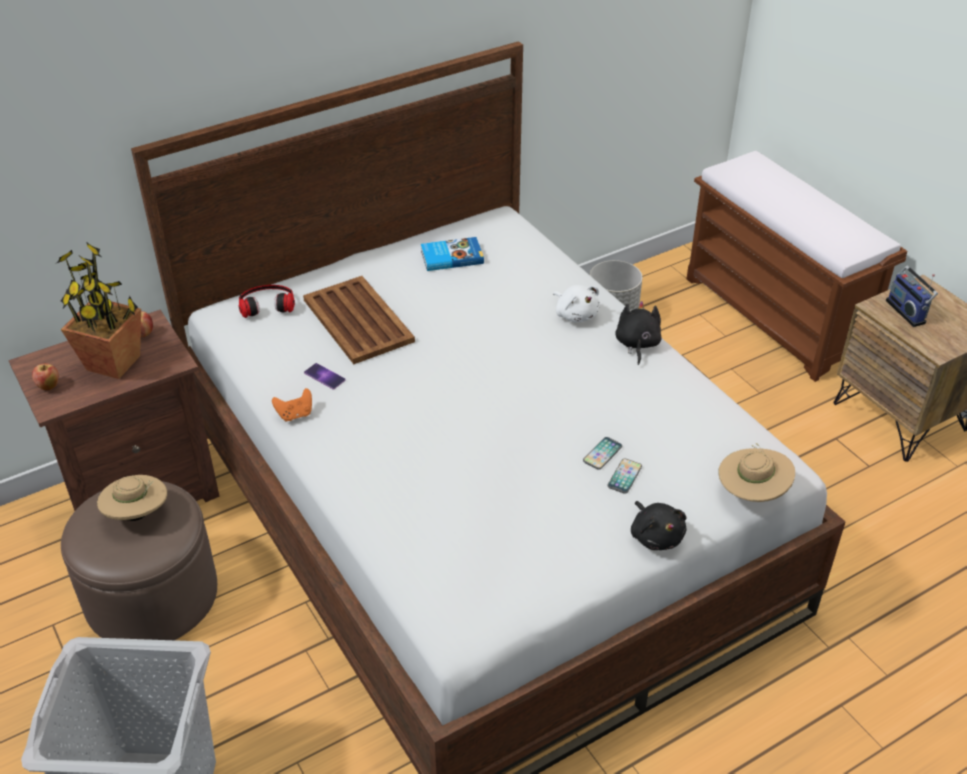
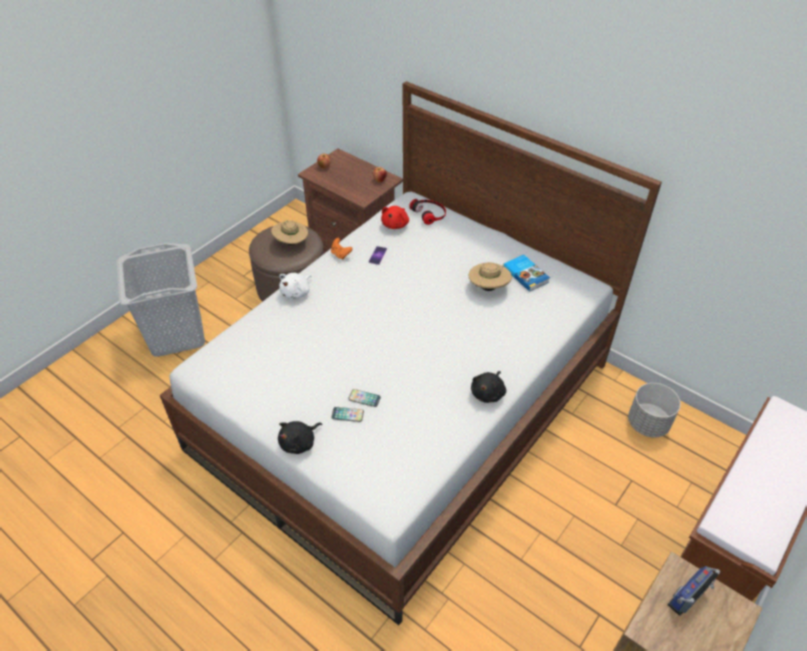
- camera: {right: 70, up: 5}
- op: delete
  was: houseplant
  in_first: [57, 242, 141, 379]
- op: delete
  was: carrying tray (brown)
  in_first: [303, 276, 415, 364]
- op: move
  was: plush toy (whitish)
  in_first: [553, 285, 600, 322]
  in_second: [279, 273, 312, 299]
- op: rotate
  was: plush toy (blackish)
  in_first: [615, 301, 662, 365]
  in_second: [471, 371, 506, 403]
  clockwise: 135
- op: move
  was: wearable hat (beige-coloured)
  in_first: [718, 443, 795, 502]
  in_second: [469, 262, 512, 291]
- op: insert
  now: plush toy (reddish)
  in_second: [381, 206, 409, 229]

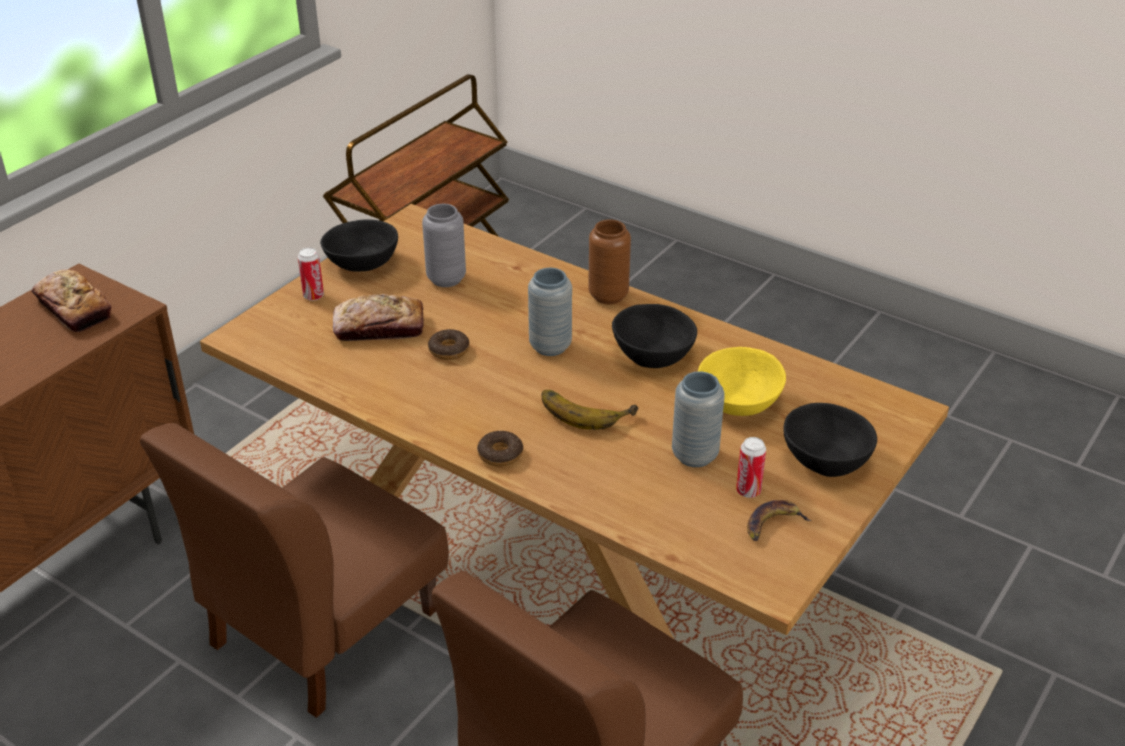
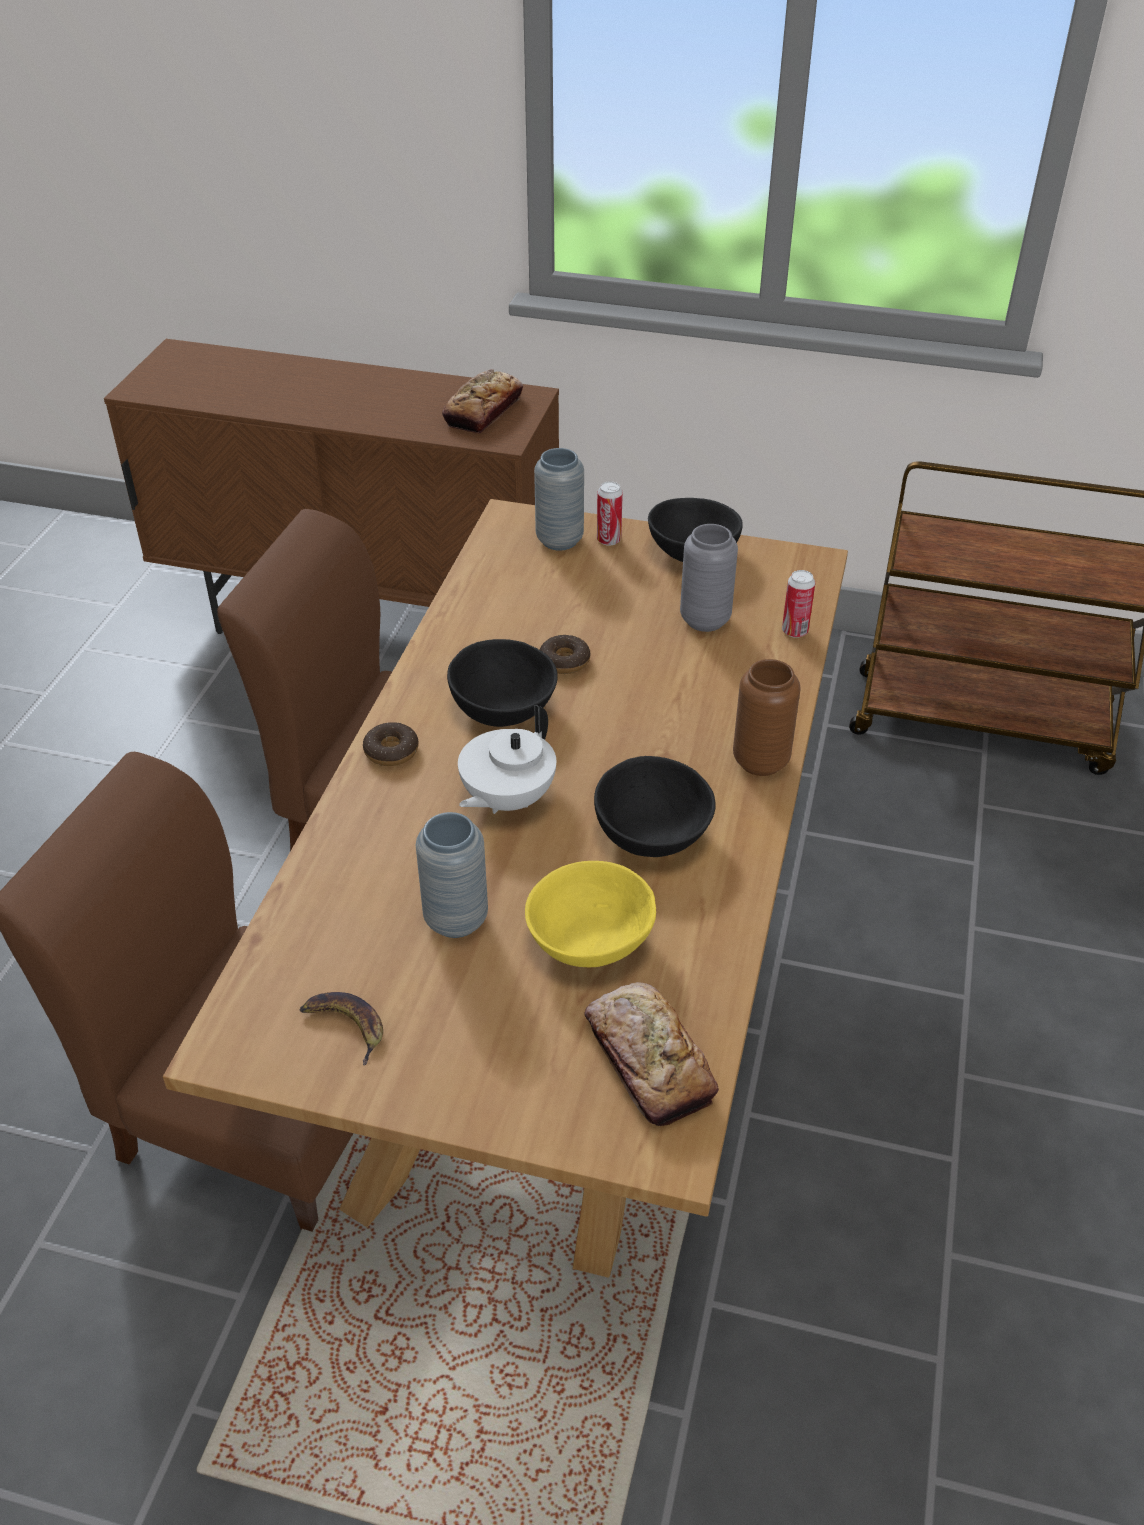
- camera: {right: 70, up: 5}
- op: move
  was: bakery bread
  in_first: [333, 294, 424, 341]
  in_second: [584, 982, 719, 1126]
- op: move
  was: decorative vase (greyish)
  in_first: [528, 268, 572, 356]
  in_second: [534, 448, 584, 551]
- op: replace
  was: whole banana
  now: tea pot (whitish)
  in_first: [542, 390, 638, 430]
  in_second: [458, 705, 556, 814]
- op: move
  was: can
  in_first: [736, 437, 766, 498]
  in_second: [782, 570, 815, 638]
- op: move
  was: deep dish (blackish)
  in_first: [783, 403, 877, 477]
  in_second: [447, 639, 558, 727]

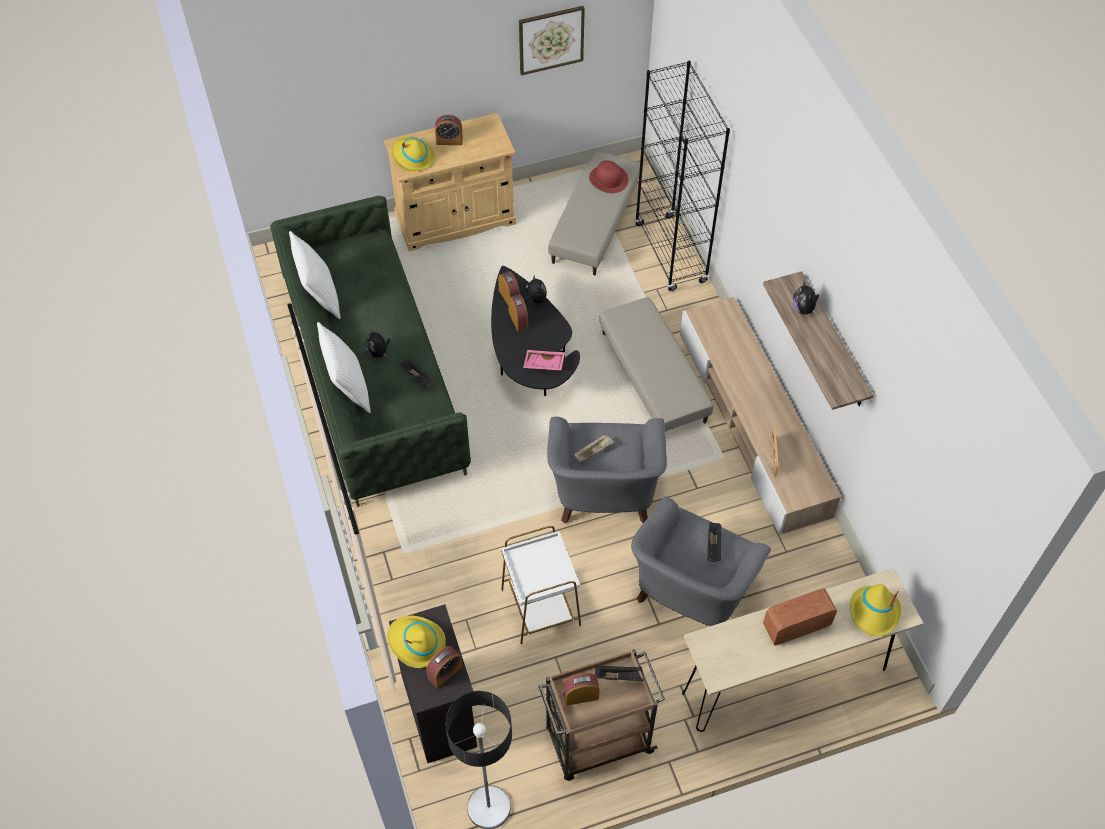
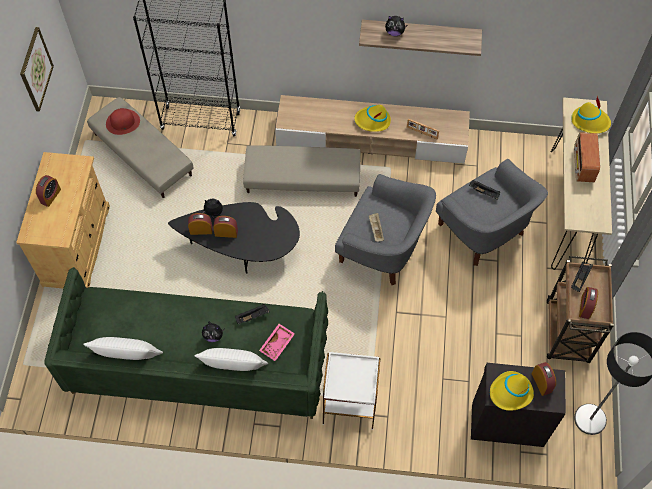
- camera: {right: -65, up: 5}
- op: move
  was: wearable hat (yellowish)
  in_first: [391, 136, 435, 172]
  in_second: [354, 105, 391, 132]
- op: move
  was: end table (whitish)
  in_first: [501, 526, 581, 646]
  in_second: [323, 352, 380, 430]
- op: move
  was: carrying tray (pink)
  in_first: [523, 350, 565, 370]
  in_second: [259, 324, 295, 361]

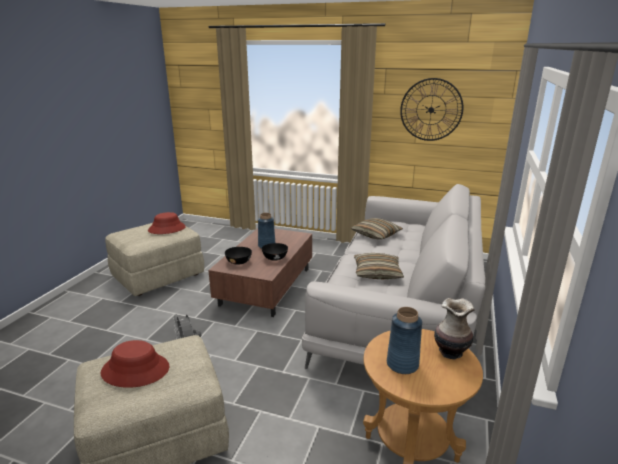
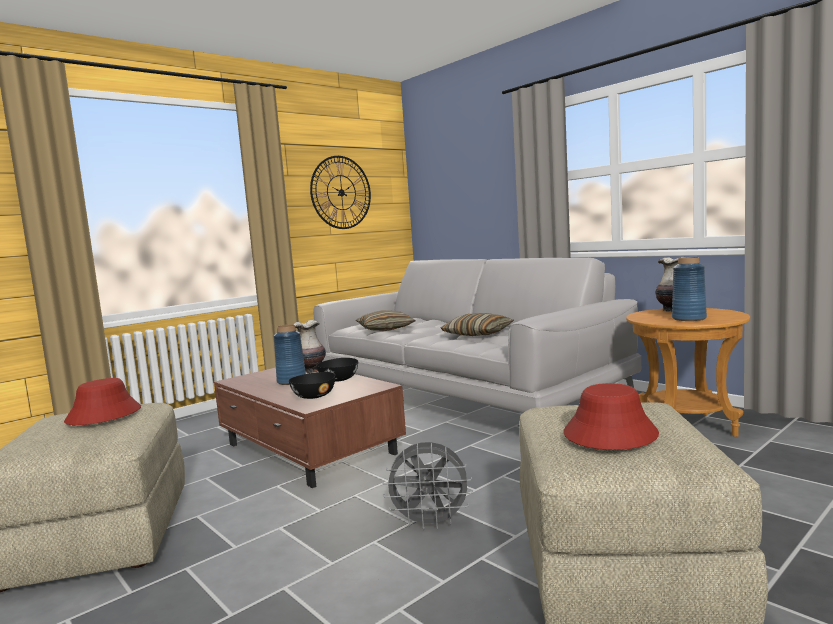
- camera: {right: -60, up: -15}
- op: insert
  now: decorative vase
  in_second: [293, 320, 326, 373]

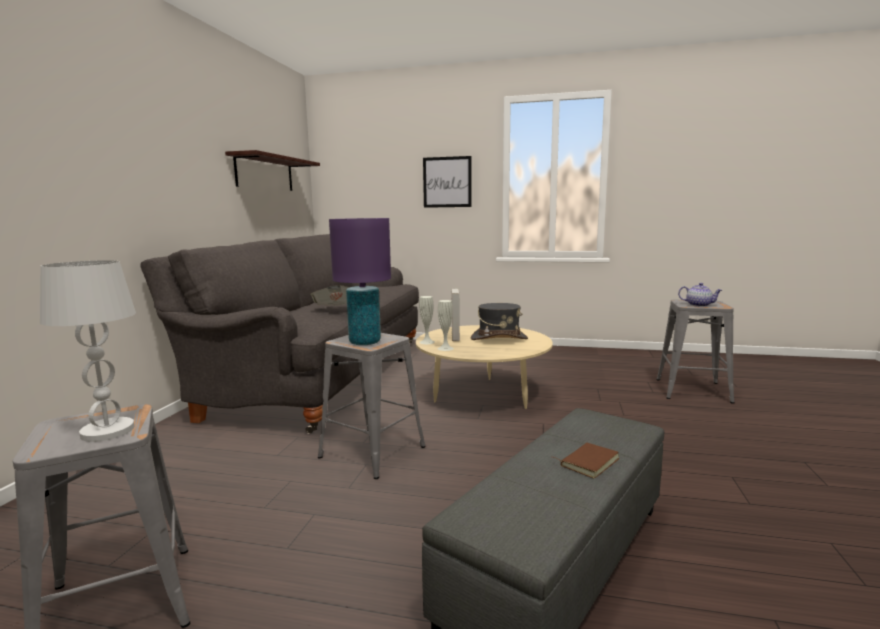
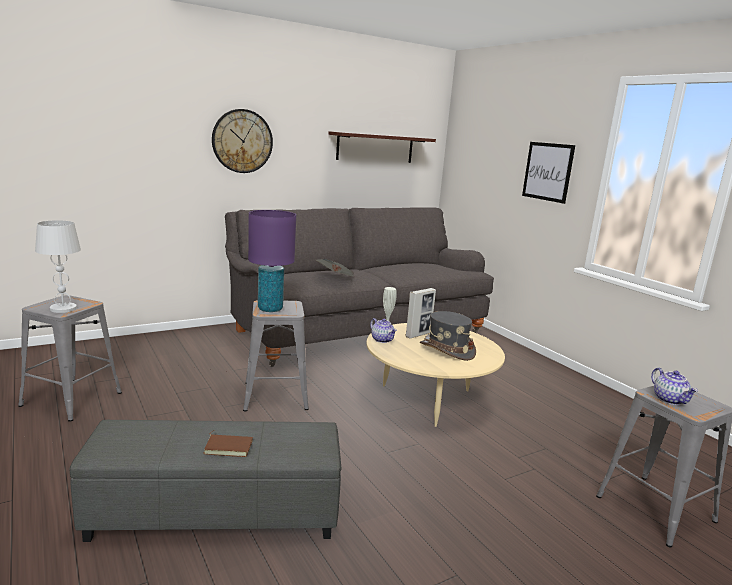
- camera: {right: 45, up: 5}
- op: replace
  was: decorative vase (whitish)
  now: tea pot
  in_first: [438, 300, 454, 351]
  in_second: [370, 318, 397, 343]
- op: insert
  now: clock on the wall
  in_second: [212, 109, 273, 173]

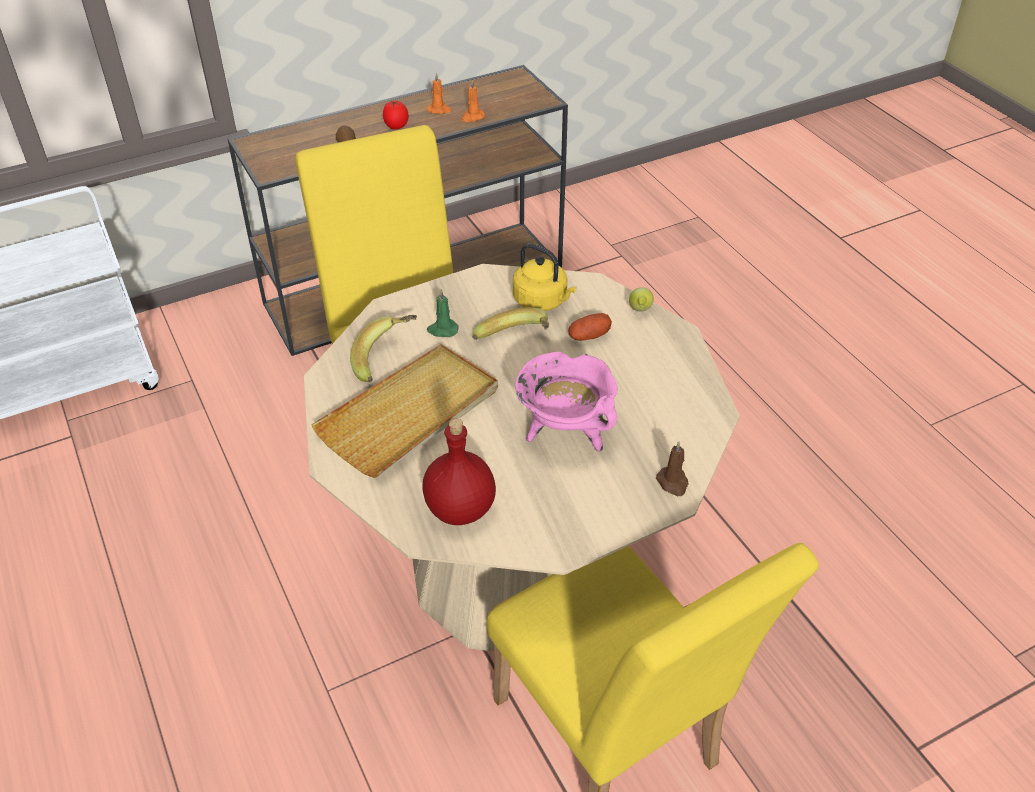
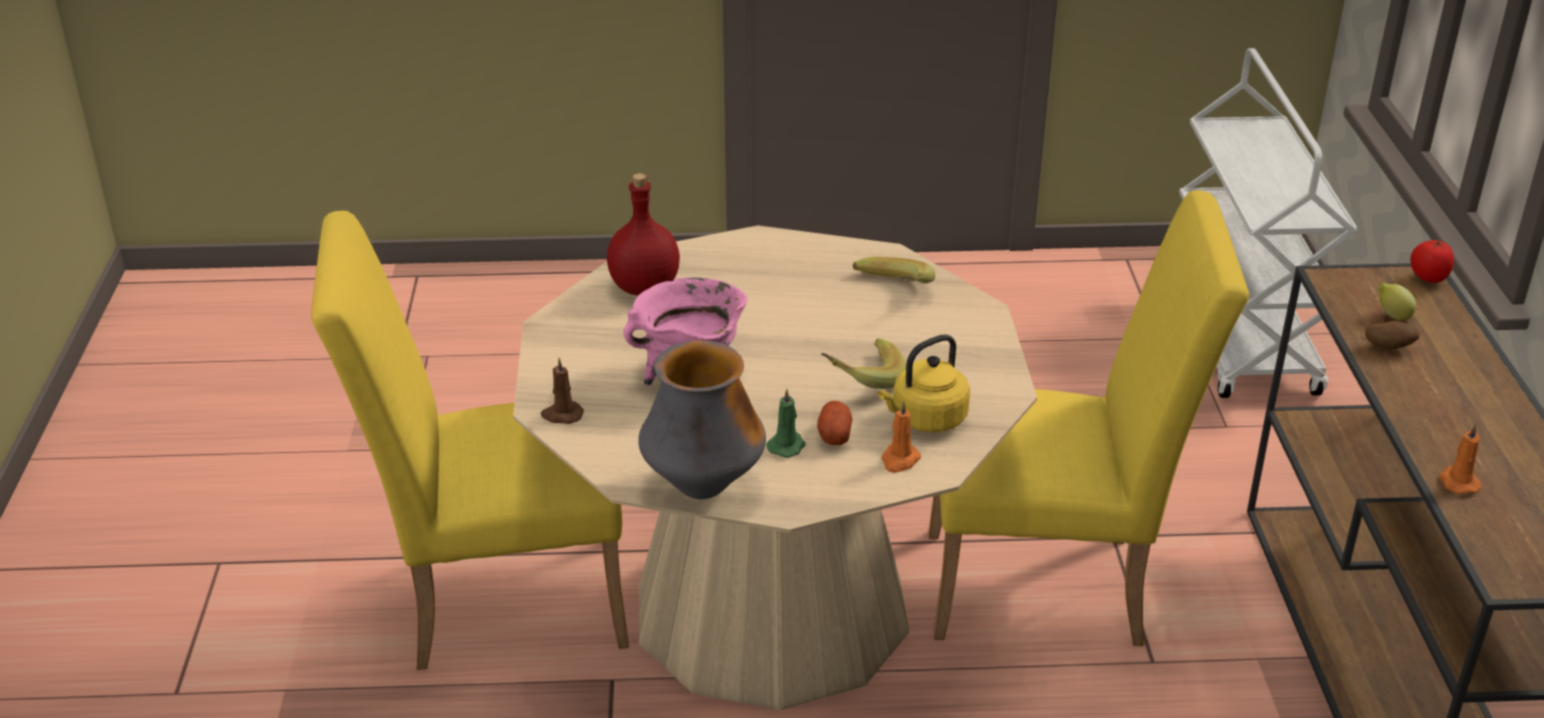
- camera: {right: 115, up: -10}
- op: delete
  was: carrying tray (beige-coloured)
  in_first: [311, 344, 498, 478]
- op: move
  was: fresh tomato
  in_first: [383, 101, 409, 130]
  in_second: [1410, 240, 1454, 283]
- op: move
  was: wax candle (orange-coloured)
  in_first: [427, 73, 452, 114]
  in_second: [881, 401, 921, 473]
- op: move
  was: wax candle (greenish)
  in_first: [427, 289, 459, 337]
  in_second: [766, 389, 806, 458]
- op: move
  was: whole lemon
  in_first: [629, 287, 654, 312]
  in_second: [1378, 283, 1416, 321]
- op: insert
  now: decorative vase
  in_second: [638, 340, 766, 499]

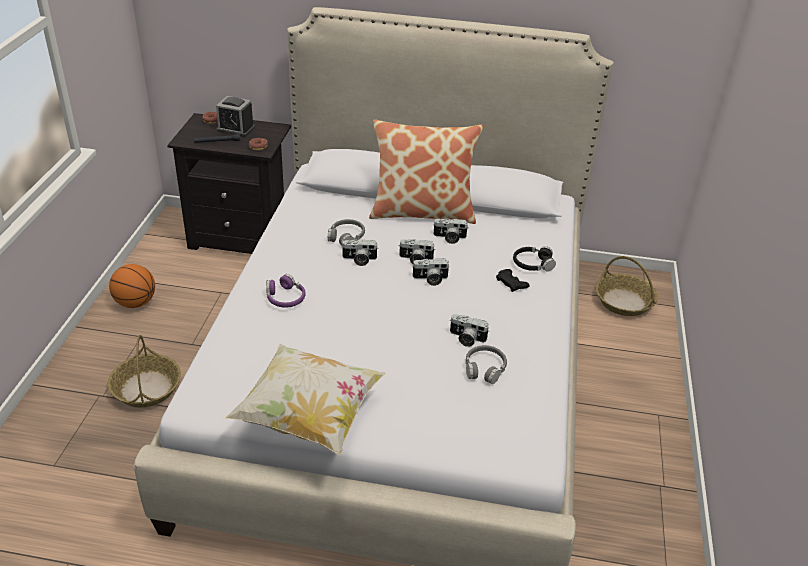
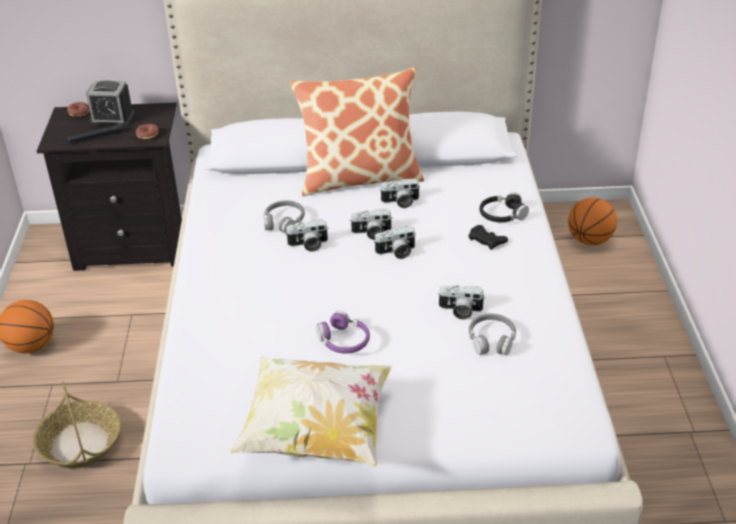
- camera: {right: -10, up: 0}
- op: move
  was: pair of headphones (purple)
  in_first: [266, 274, 306, 308]
  in_second: [316, 311, 370, 354]
- op: replace
  was: basket
  now: basketball ball
  in_first: [596, 256, 658, 316]
  in_second: [568, 197, 617, 245]

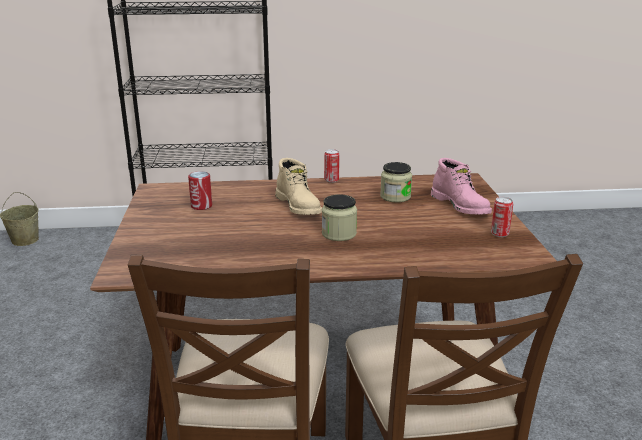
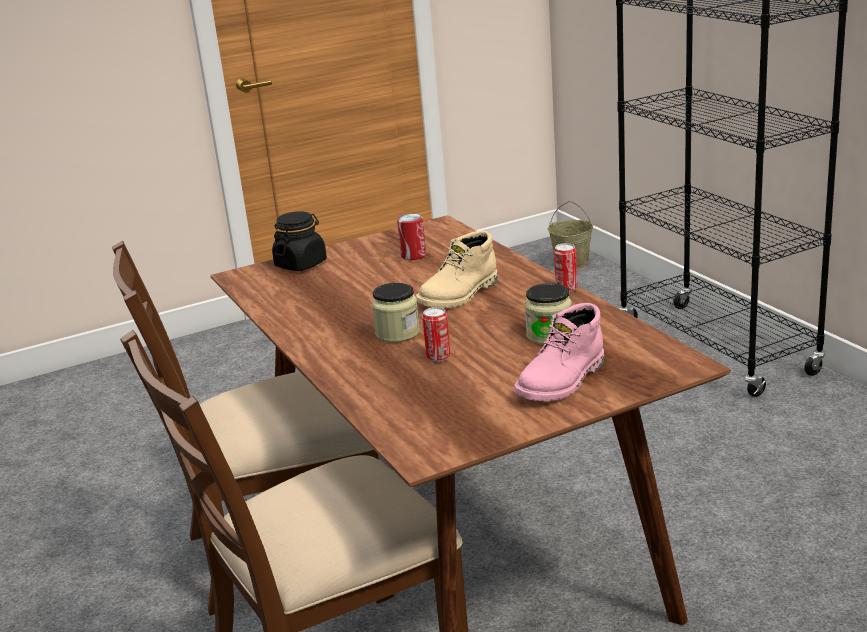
- camera: {right: 70, up: 0}
- op: move
  was: can
  in_first: [491, 197, 513, 237]
  in_second: [422, 307, 450, 362]
- op: insert
  now: jar (blackish)
  in_second: [272, 212, 327, 271]

